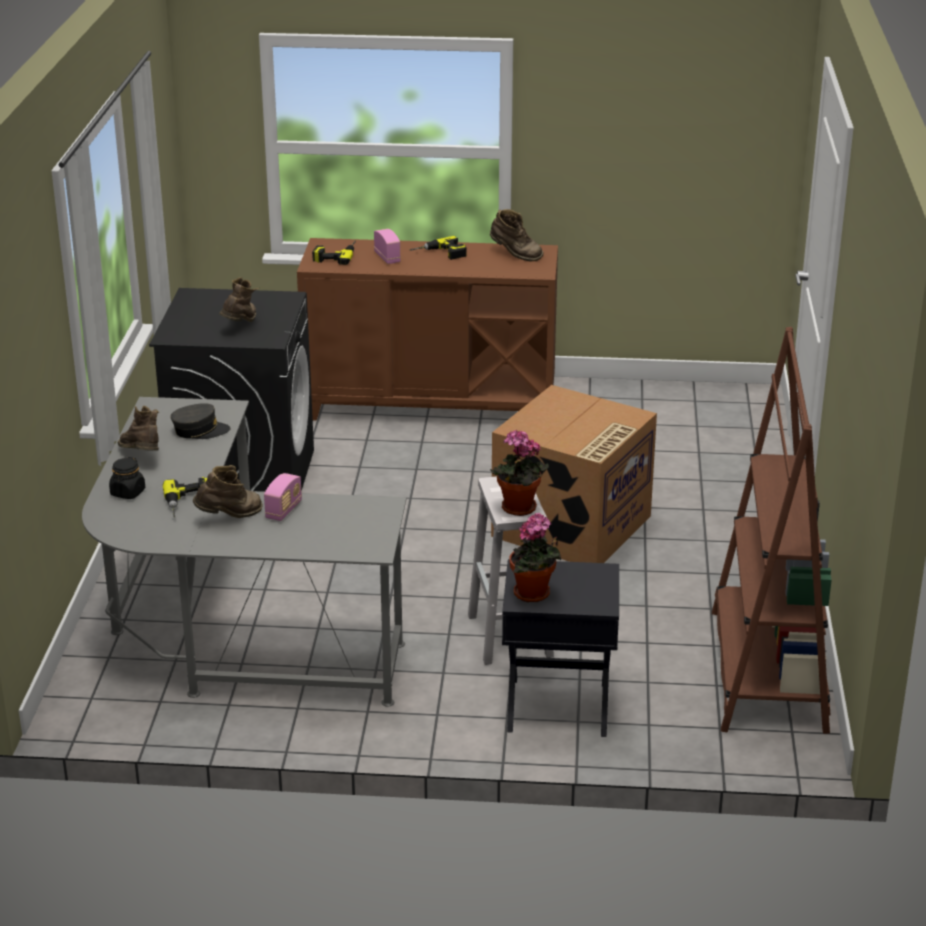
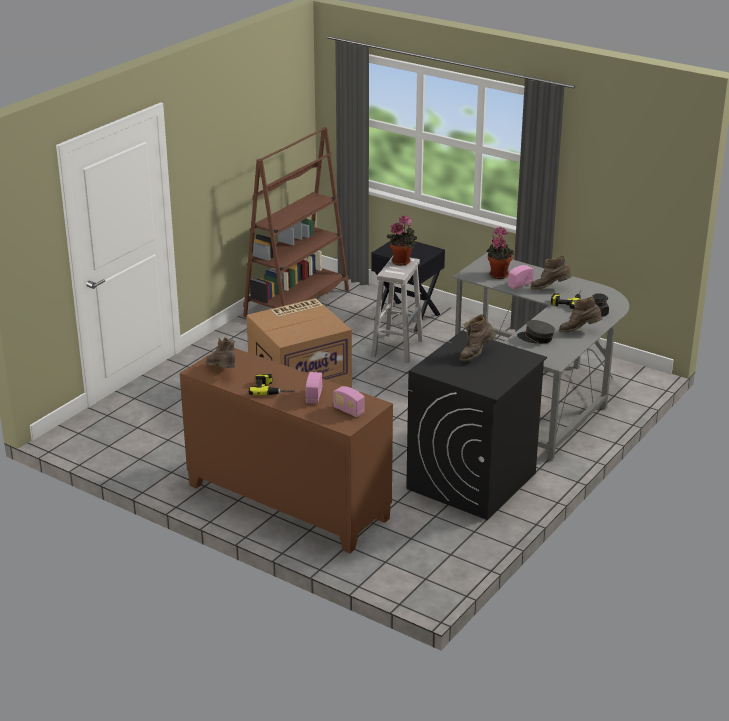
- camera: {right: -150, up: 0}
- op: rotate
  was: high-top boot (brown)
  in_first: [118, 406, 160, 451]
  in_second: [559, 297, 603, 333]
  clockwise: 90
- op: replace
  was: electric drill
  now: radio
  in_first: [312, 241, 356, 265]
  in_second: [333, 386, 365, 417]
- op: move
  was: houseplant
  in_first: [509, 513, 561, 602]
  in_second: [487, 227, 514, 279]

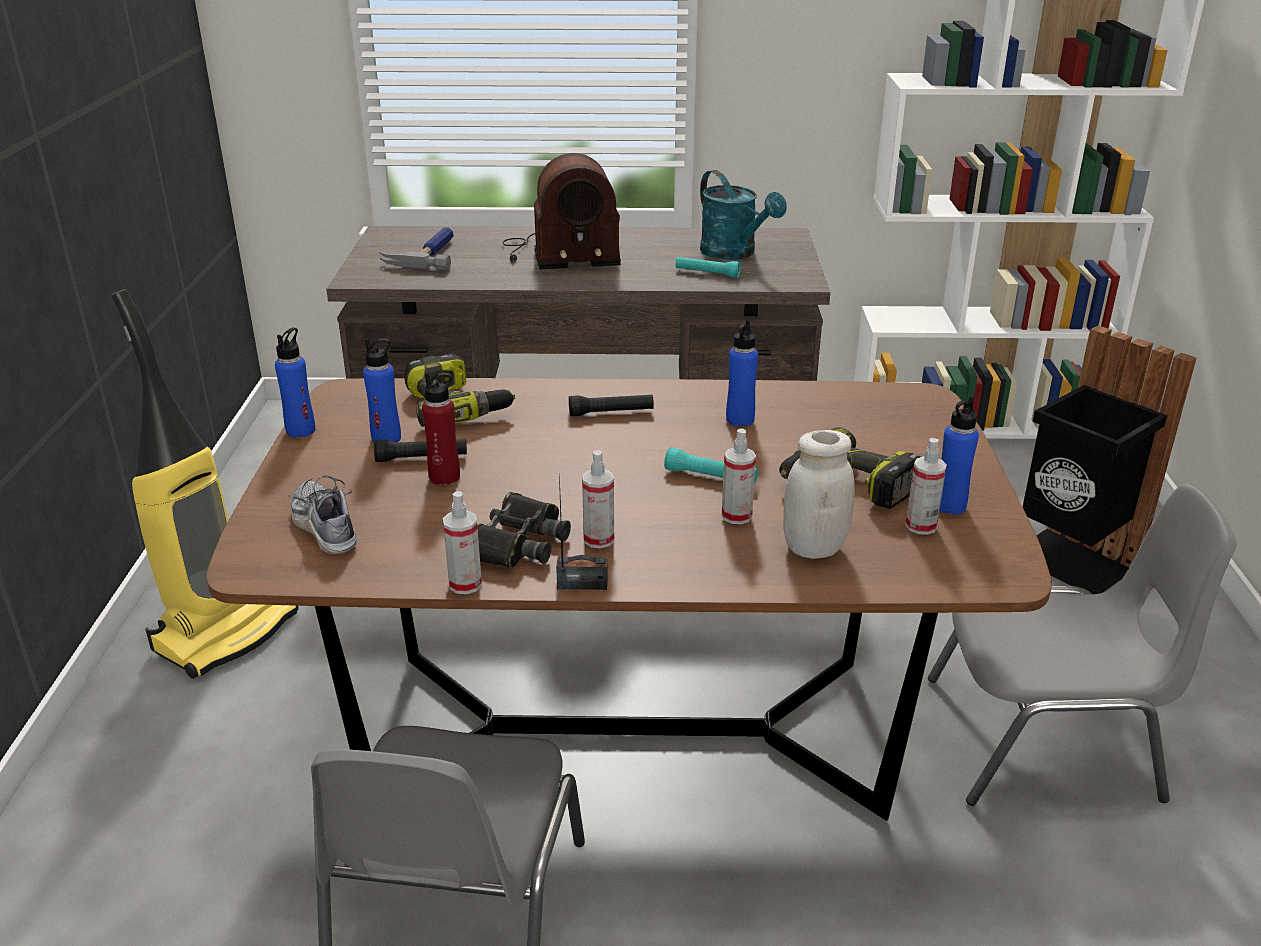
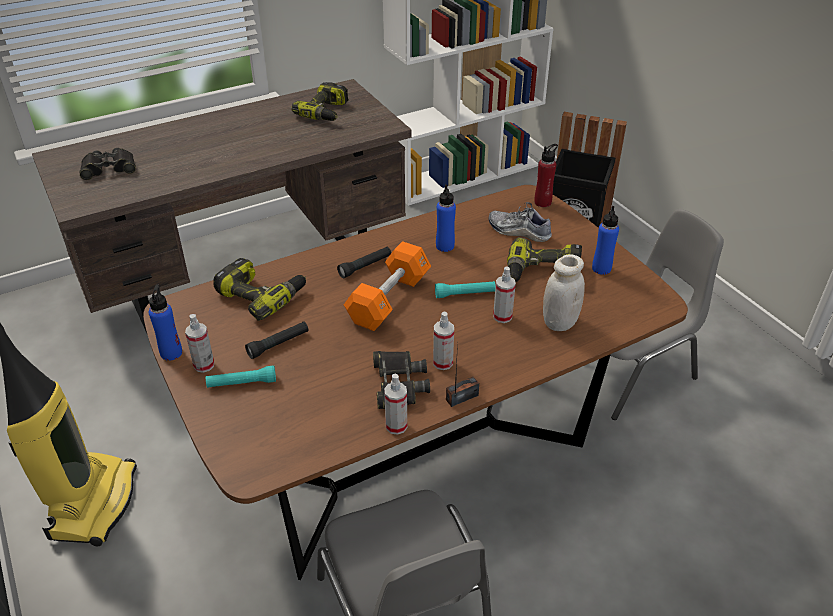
- camera: {right: -30, up: 10}
- op: move
  was: low shoe
  in_first: [285, 475, 357, 554]
  in_second: [489, 202, 552, 242]
- op: delete
  was: beverage bottle (blue-coloured)
  in_first: [363, 338, 401, 443]
- op: replace
  was: tool hammer
  now: pair of binoculars (blackish)
  in_first: [379, 227, 454, 271]
  in_second: [79, 148, 136, 180]
- op: move
  was: beverage bottle (reddish)
  in_first: [422, 373, 460, 485]
  in_second: [534, 144, 558, 207]
- op: delete
  was: radio
  in_first: [503, 153, 621, 270]
- op: move
  was: hand torch (blue-green)
  in_first: [676, 257, 741, 278]
  in_second: [206, 366, 276, 388]
- op: replace
  was: sprinkling can (blue-green)
  now: electric drill
  in_first: [700, 170, 787, 260]
  in_second: [291, 82, 349, 121]
- op: move
  was: sprayer
  in_first: [905, 438, 947, 535]
  in_second: [185, 314, 214, 373]
- op: insert
  now: hand weight (orange-coloured)
  in_second: [344, 241, 431, 331]

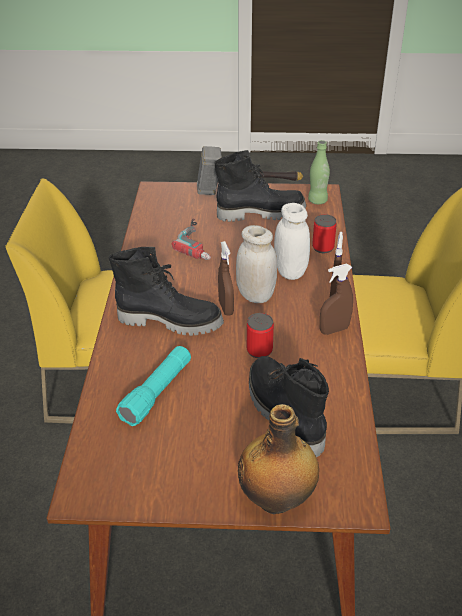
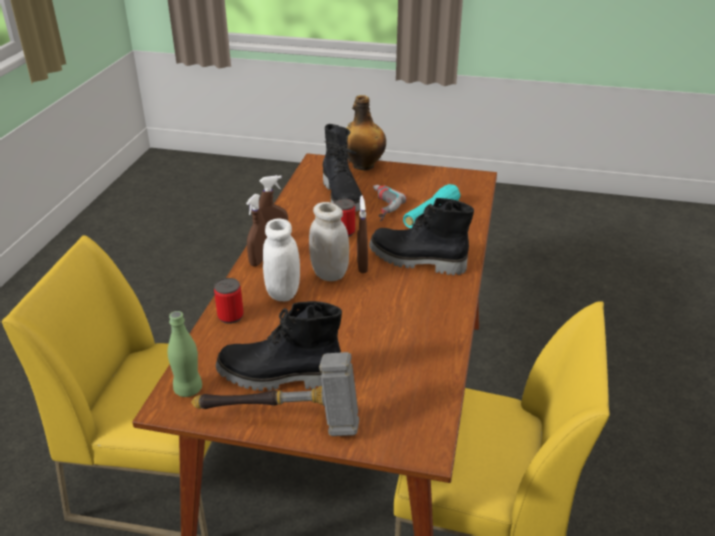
- camera: {right: -170, up: -5}
- op: move
  was: electric drill
  in_first: [172, 219, 211, 260]
  in_second: [373, 185, 407, 221]

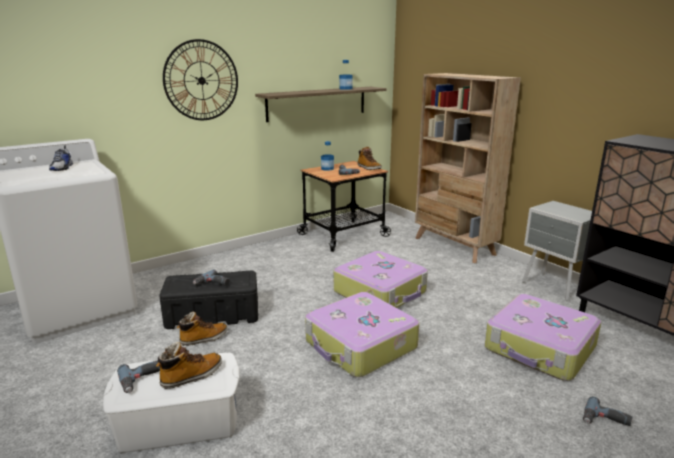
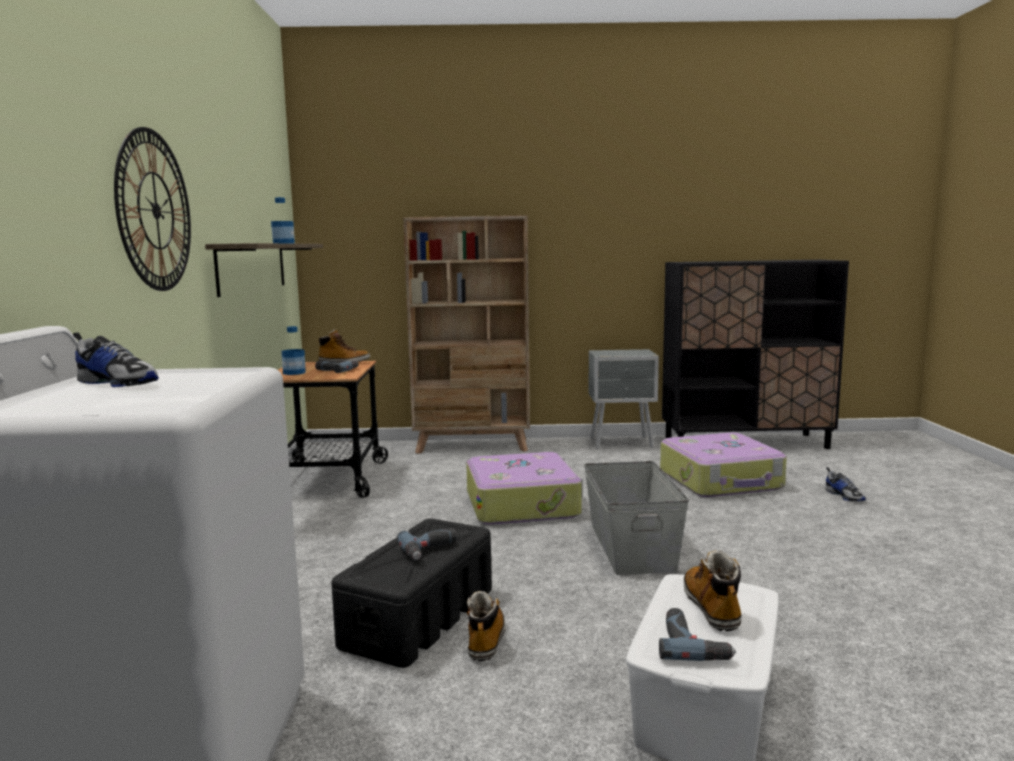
- camera: {right: -55, up: -10}
- op: replace
  was: piece of luggage
  now: storage box (greyish)
  in_first: [305, 292, 419, 377]
  in_second: [584, 461, 689, 575]
- op: replace
  was: electric drill
  now: low shoe
  in_first: [583, 396, 632, 426]
  in_second: [825, 467, 866, 501]

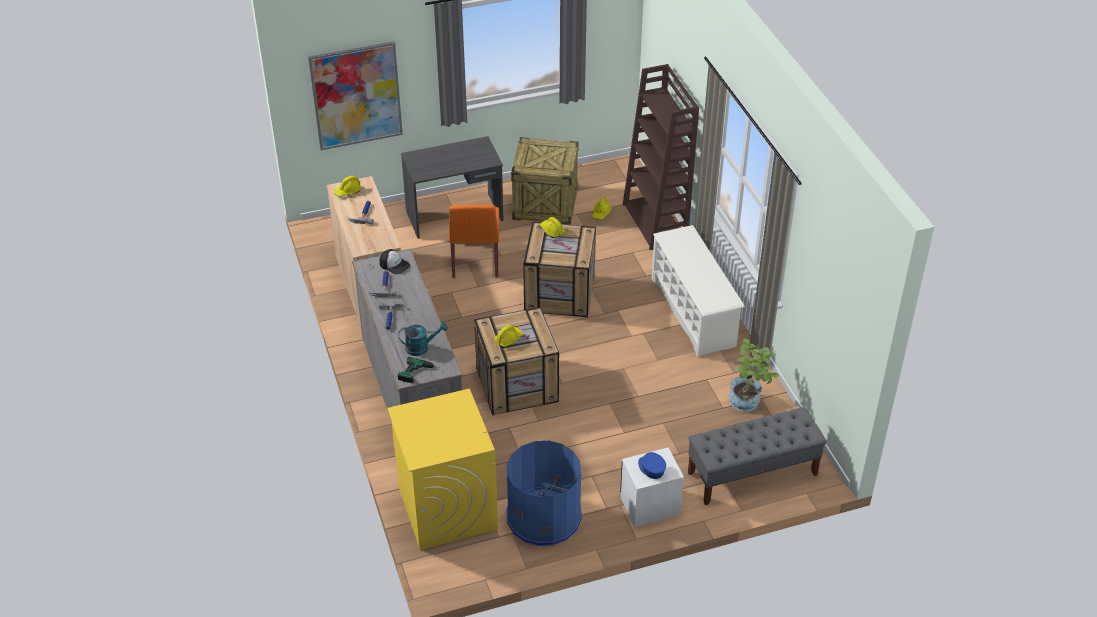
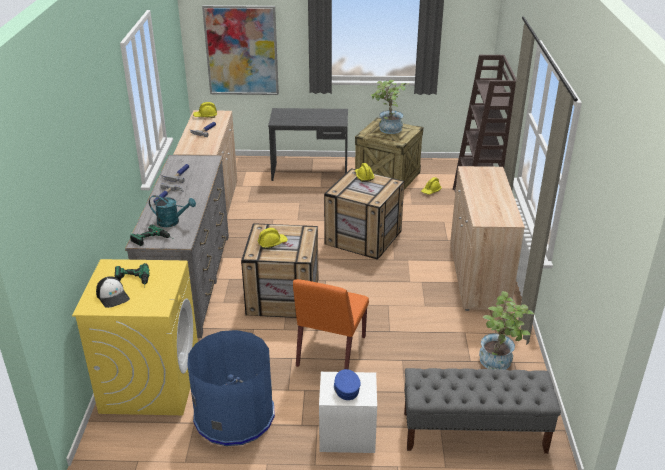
- camera: {right: 20, up: -10}
- op: move
  was: baseball cap
  in_first: [379, 249, 410, 274]
  in_second: [96, 276, 130, 308]
- op: move
  was: chair (orange-coloured)
  in_first: [449, 205, 499, 278]
  in_second: [293, 279, 369, 369]
- op: replace
  was: shoe shelf (whitish)
  now: cupboard (beige-coloured)
  in_first: [652, 225, 745, 358]
  in_second: [450, 166, 525, 311]
- op: insert
  now: electric drill
  in_second: [115, 263, 150, 288]
- op: insert
  now: houseplant
  in_second: [371, 80, 410, 134]

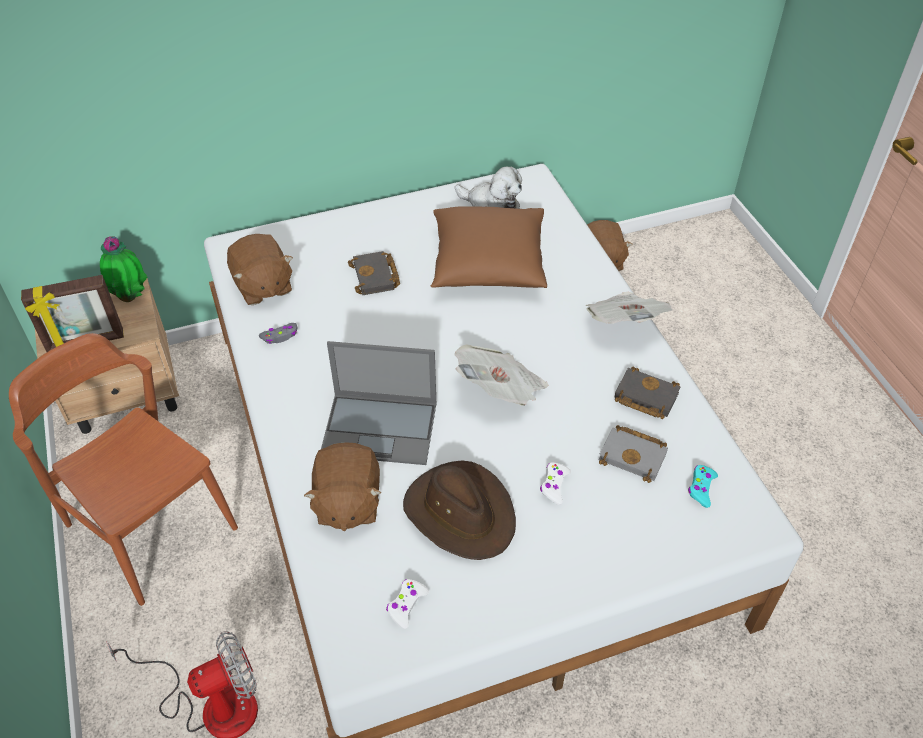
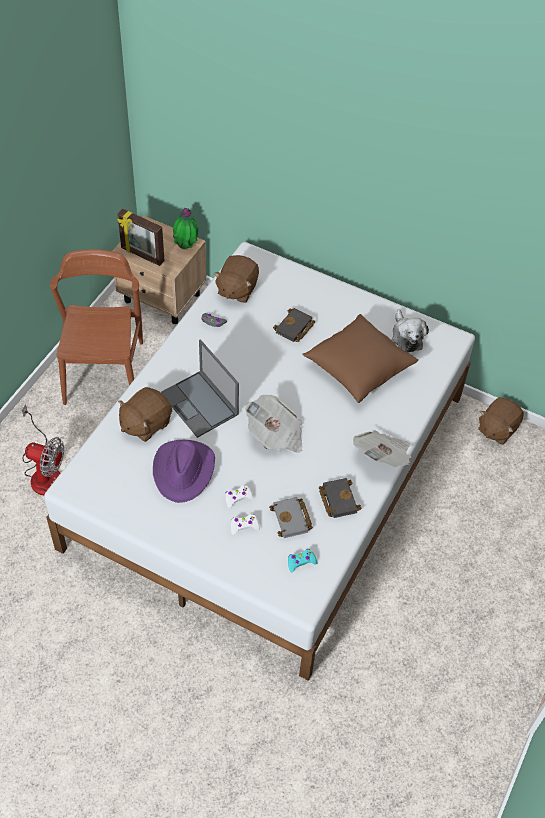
- camera: {right: 45, up: 5}
- op: move
  was: joypad (whitish)
  in_first: [386, 579, 429, 629]
  in_second: [231, 514, 260, 535]
- op: recolor
  was: wearable hat (brown)
  now: wearable hat (purple)
  in_first: [403, 461, 516, 560]
  in_second: [153, 440, 215, 503]

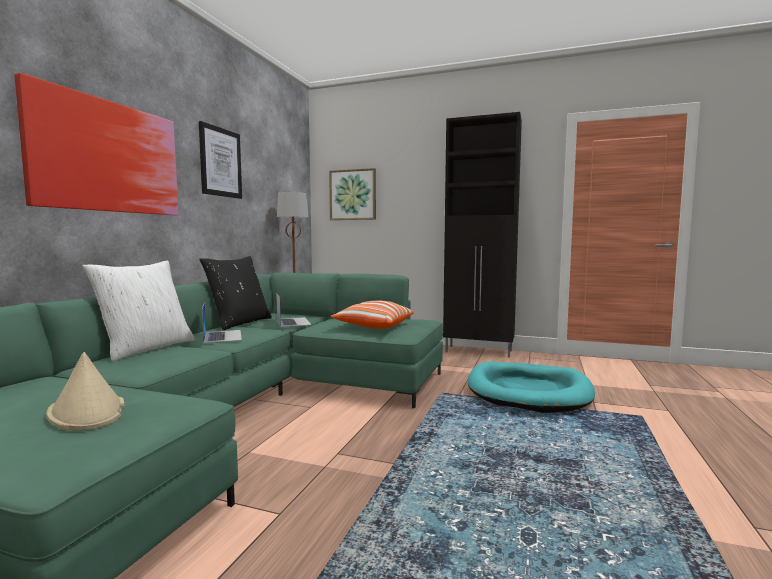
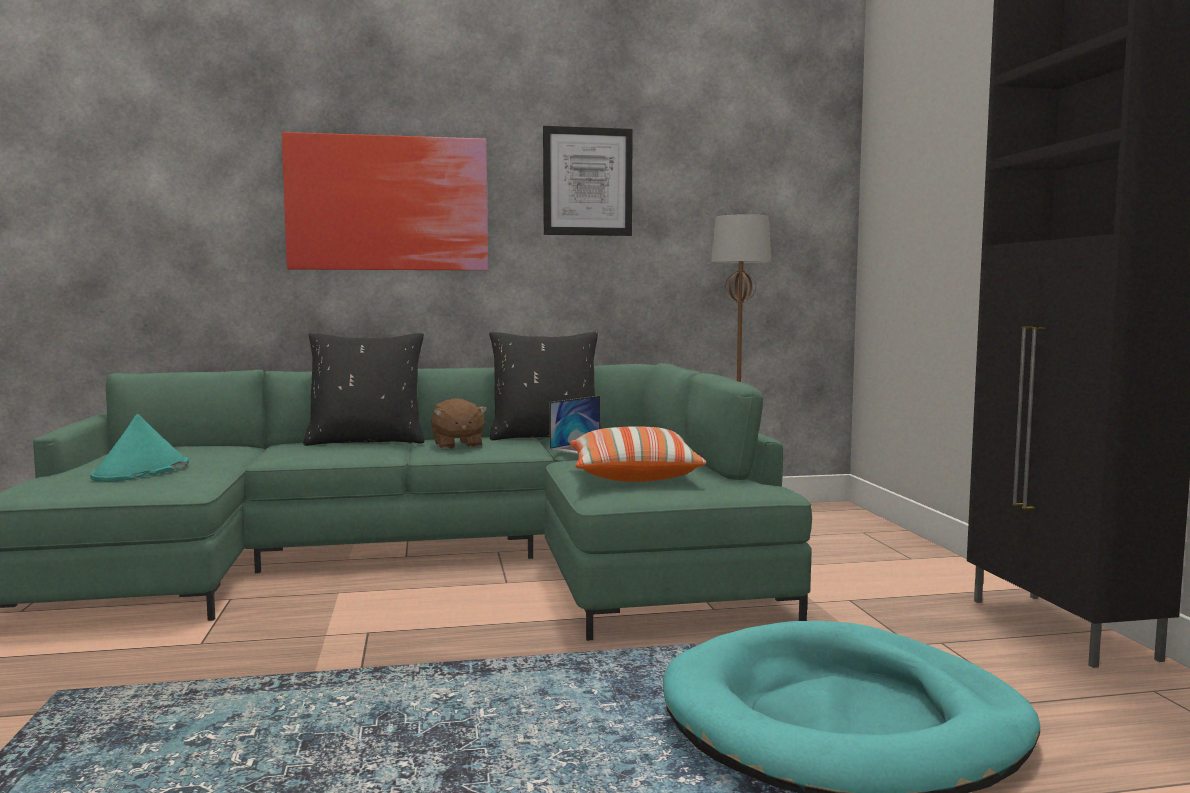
- camera: {right: 60, up: 0}
- op: recolor
  was: wearable hat (beige-coloured)
  now: wearable hat (blue-green)
  in_first: [46, 352, 124, 431]
  in_second: [90, 414, 189, 482]
- op: recolor
  was: pillow (whitish)
  now: pillow (blackish)
  in_first: [82, 261, 195, 362]
  in_second: [303, 333, 424, 446]
- op: replace
  was: portable computer
  now: plush toy (brown)
  in_first: [202, 302, 242, 343]
  in_second: [431, 398, 487, 449]
- op: delete
  was: picture
  in_first: [329, 168, 376, 220]

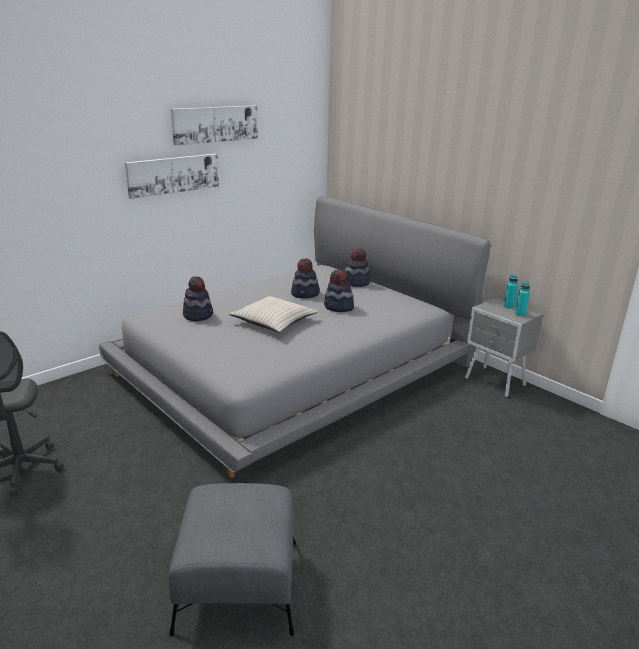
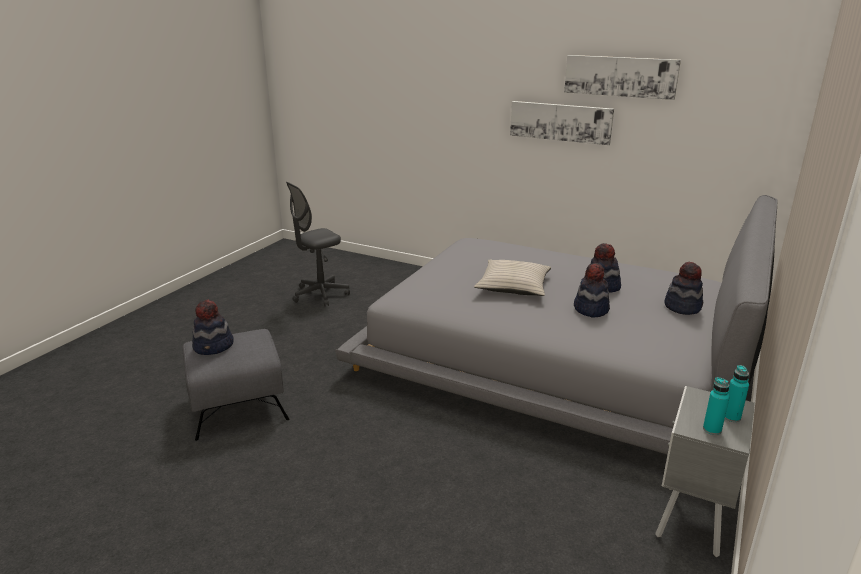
- camera: {right: 70, up: 0}
- op: move
  was: wearable hat
  in_first: [183, 276, 213, 321]
  in_second: [192, 299, 234, 355]

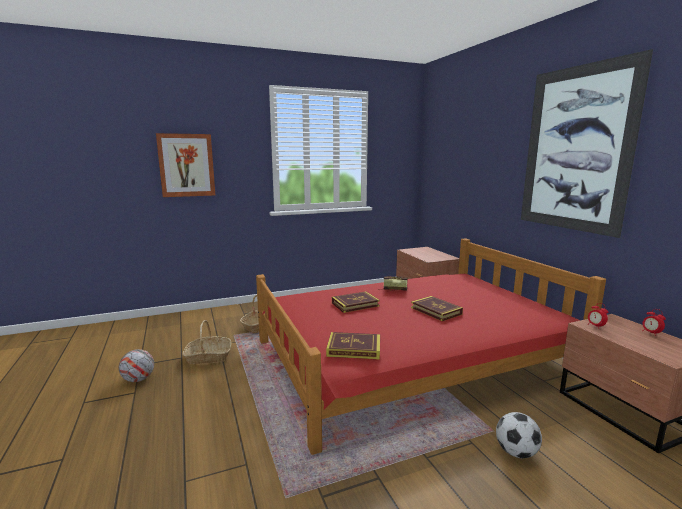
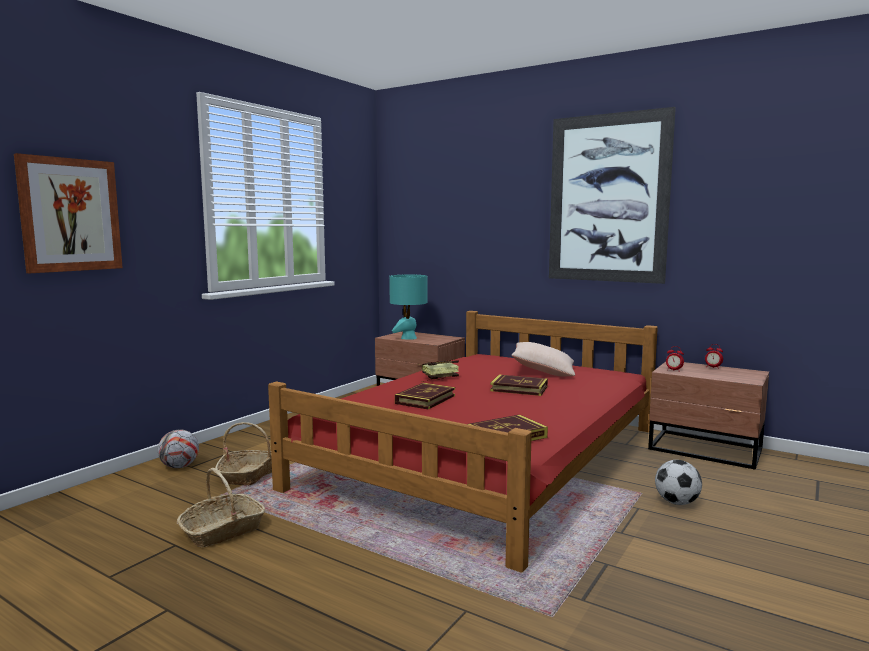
- camera: {right: -35, up: -5}
- op: move
  was: football ball
  in_first: [119, 349, 154, 382]
  in_second: [158, 429, 199, 468]
- op: insert
  now: table lamp (blue-green)
  in_second: [389, 275, 428, 340]
- op: insert
  now: pillow (beige-coloured)
  in_second: [511, 342, 575, 377]

